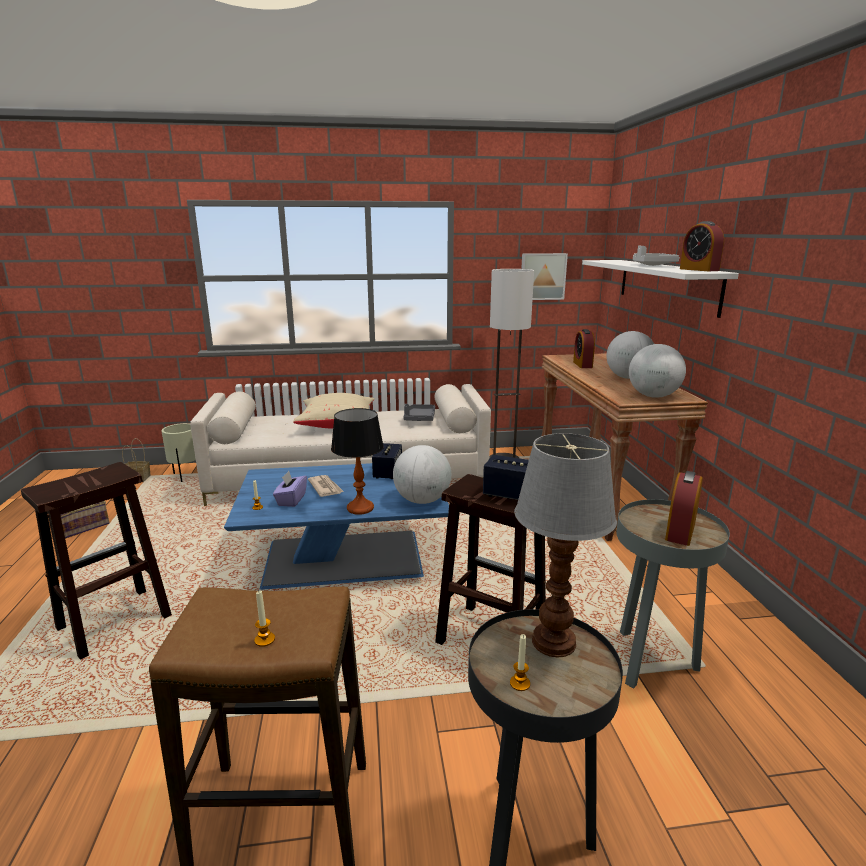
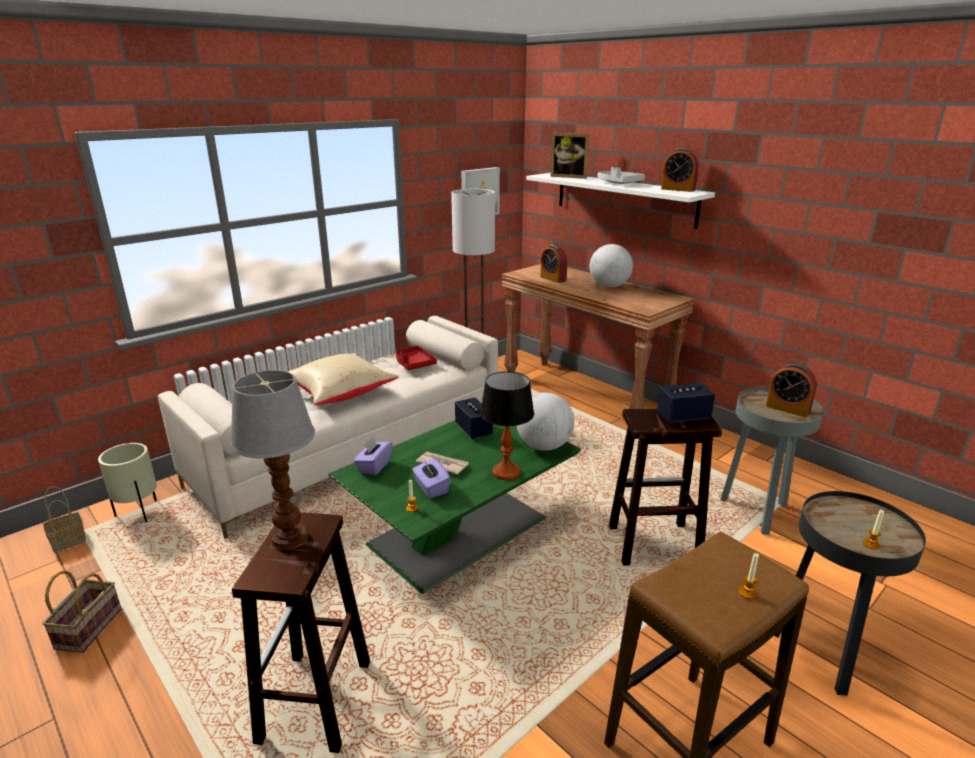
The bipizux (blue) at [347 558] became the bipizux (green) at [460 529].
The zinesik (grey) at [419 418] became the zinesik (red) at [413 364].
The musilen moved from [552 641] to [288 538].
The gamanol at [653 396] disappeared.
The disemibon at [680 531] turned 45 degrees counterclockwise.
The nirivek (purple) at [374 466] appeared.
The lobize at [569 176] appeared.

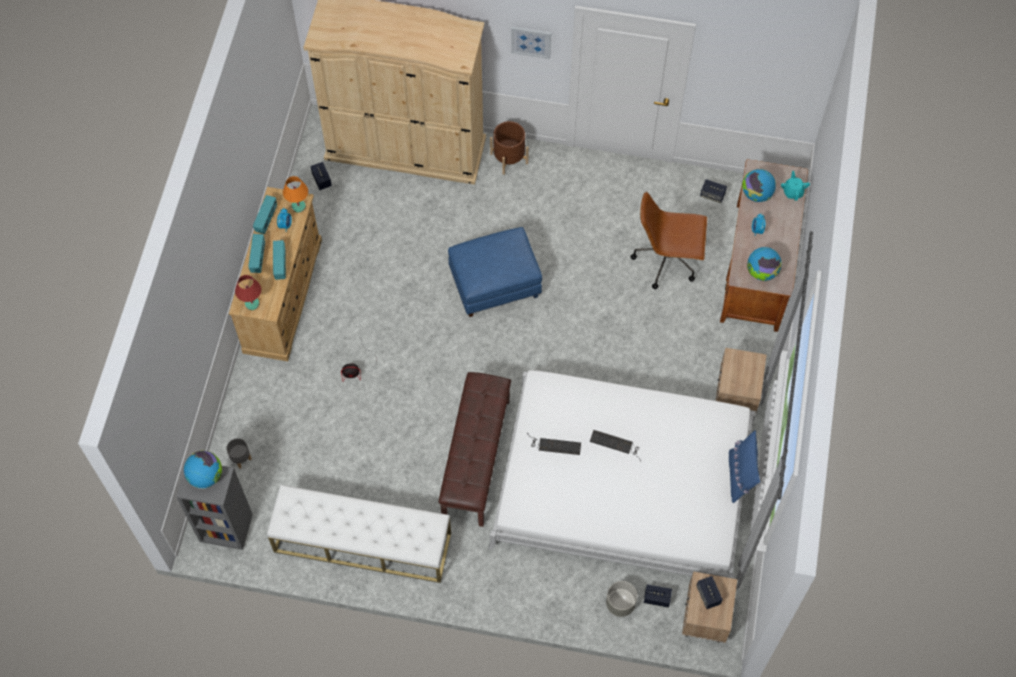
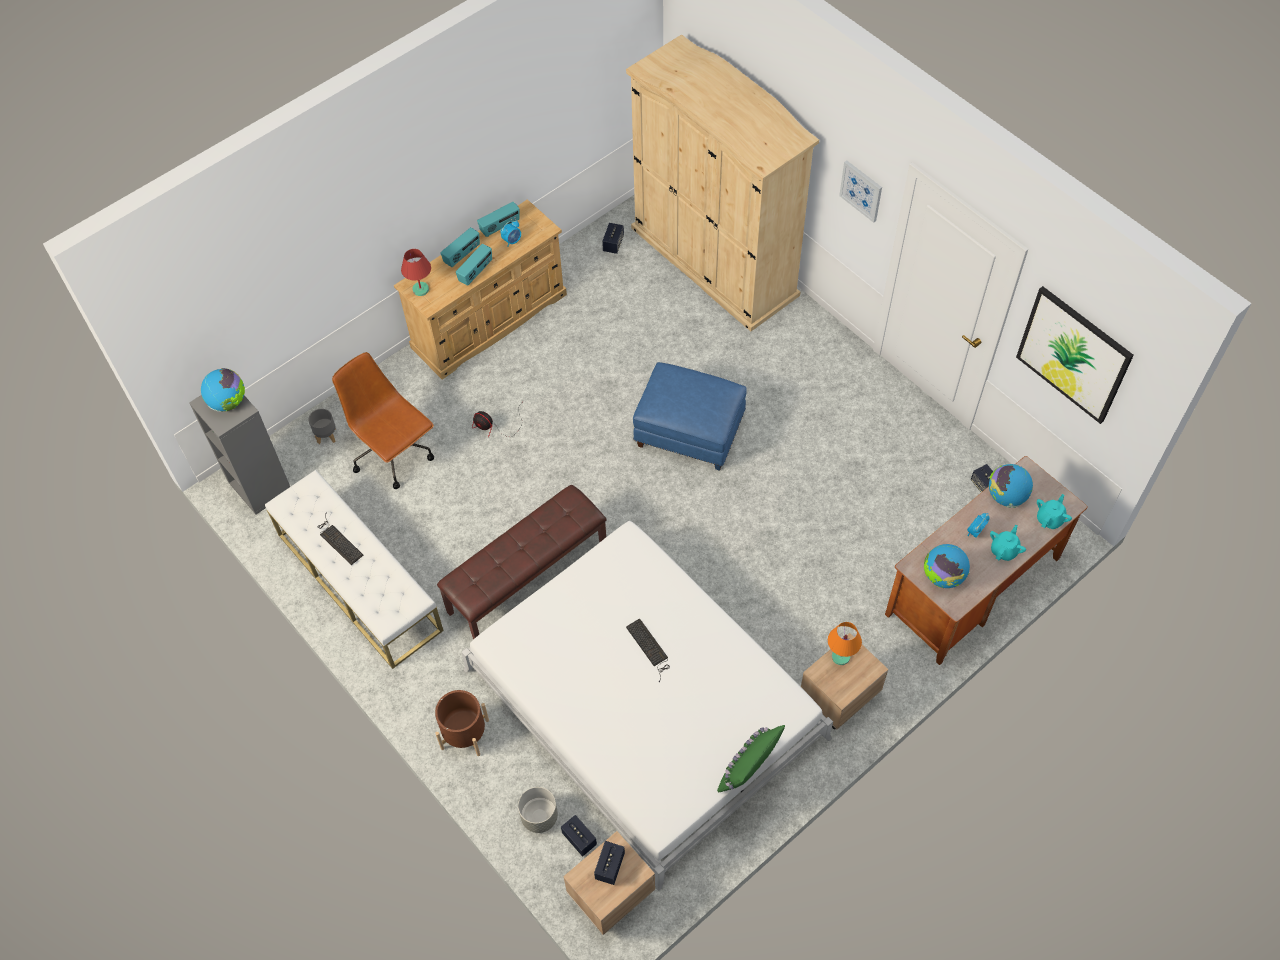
The musilen (orange) moved from [298 206] to [841 656].
The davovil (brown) moved from [509 158] to [465 734].
The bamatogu moved from [554 445] to [338 540].
The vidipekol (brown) moved from [667 260] to [394 455].
The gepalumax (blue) at [740 476] became the gepalumax (green) at [749 771].
The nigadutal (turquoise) at [1004 550] appeared.
The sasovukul at [1073 354] appeared.

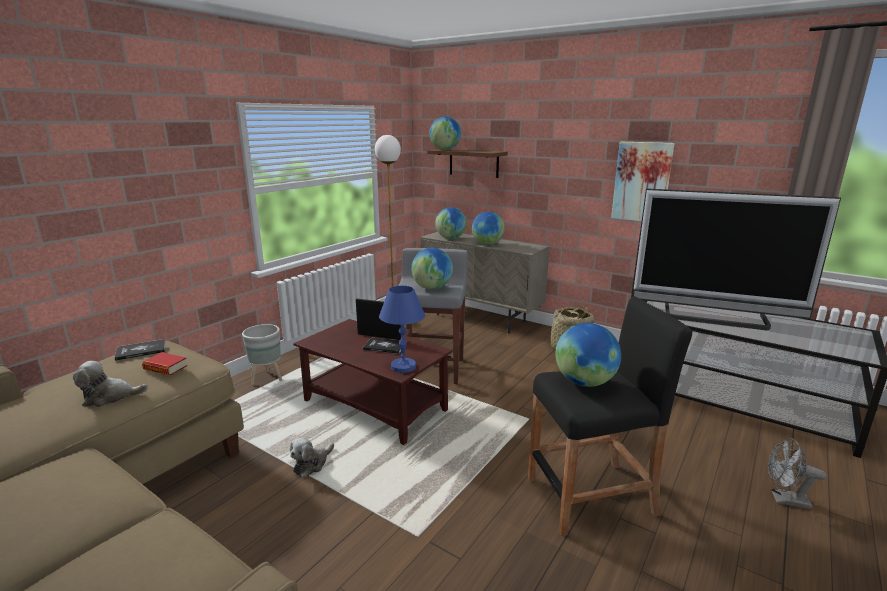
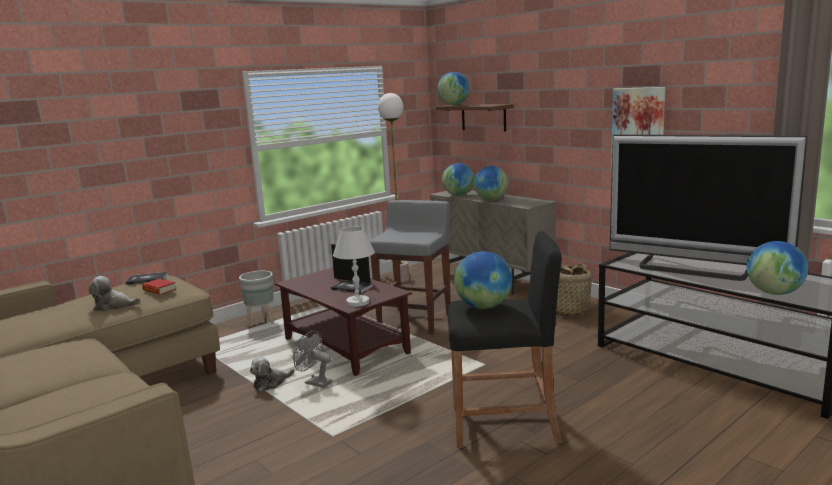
The musilen (blue) at [403 366] became the musilen (white) at [358 302].
The gamanol moved from [432 288] to [774 293].
The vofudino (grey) moved from [784 500] to [314 382].

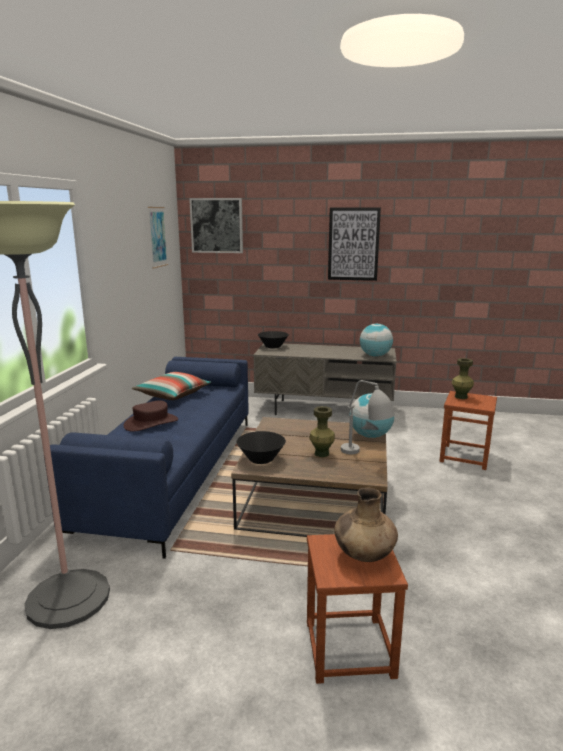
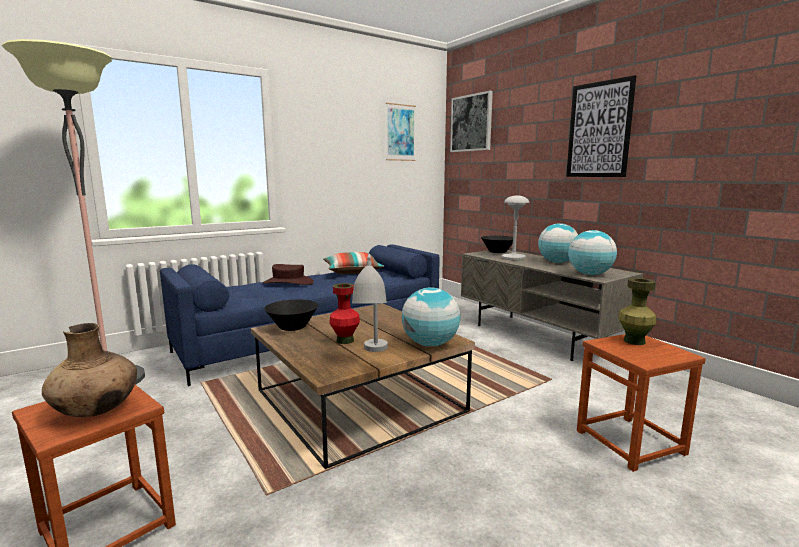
The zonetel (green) at [321 453] became the zonetel (red) at [345 340].
The musilen (grey) at [513 258] appeared.
The gamanol at [557 262] appeared.

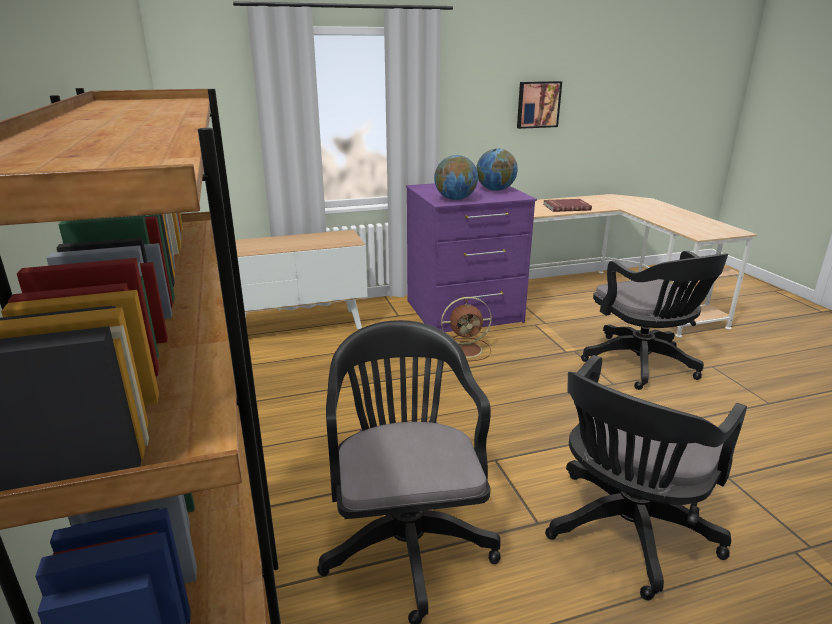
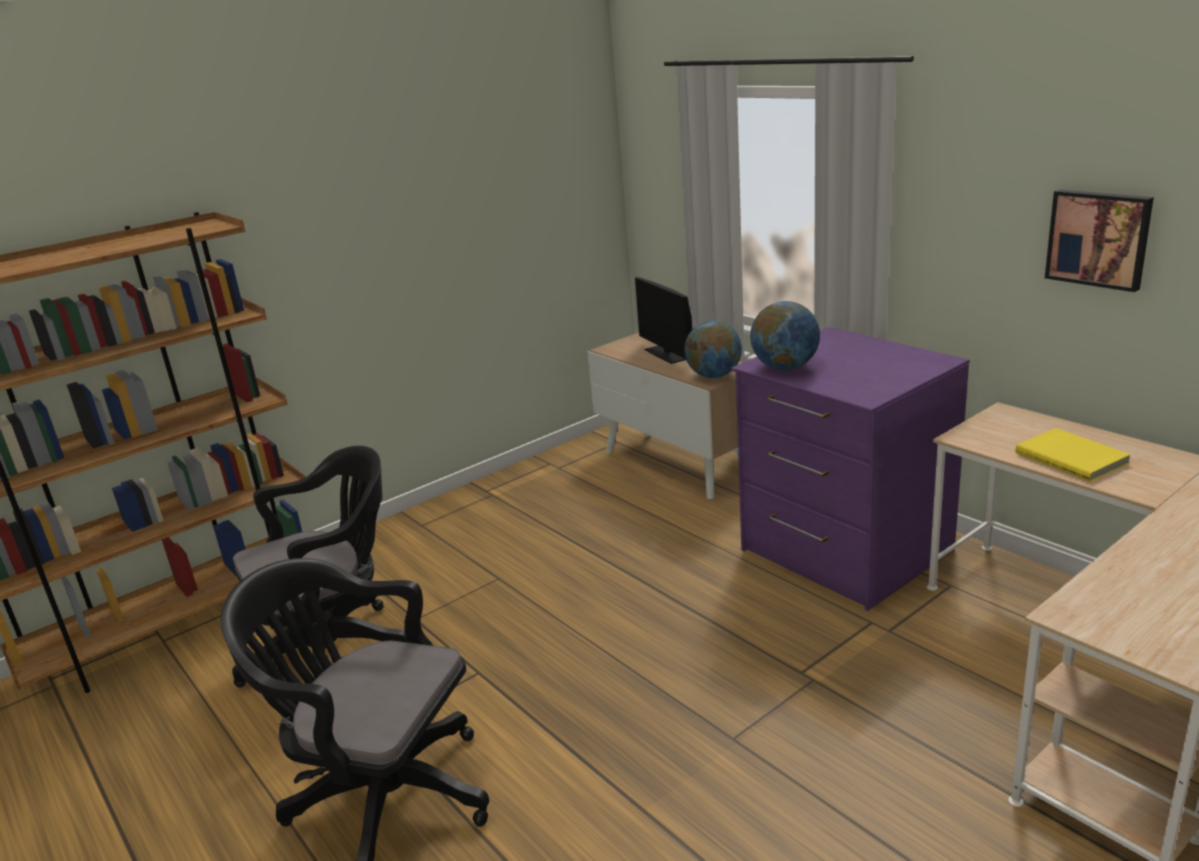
The vofudino (brown) at [466 349] disappeared.
The gamanol moved from [495 190] to [714 375].
The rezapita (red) at [566 207] became the rezapita (yellow) at [1072 457].
The vidipekol (black) at [643 365] disappeared.
The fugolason at [667 354] appeared.

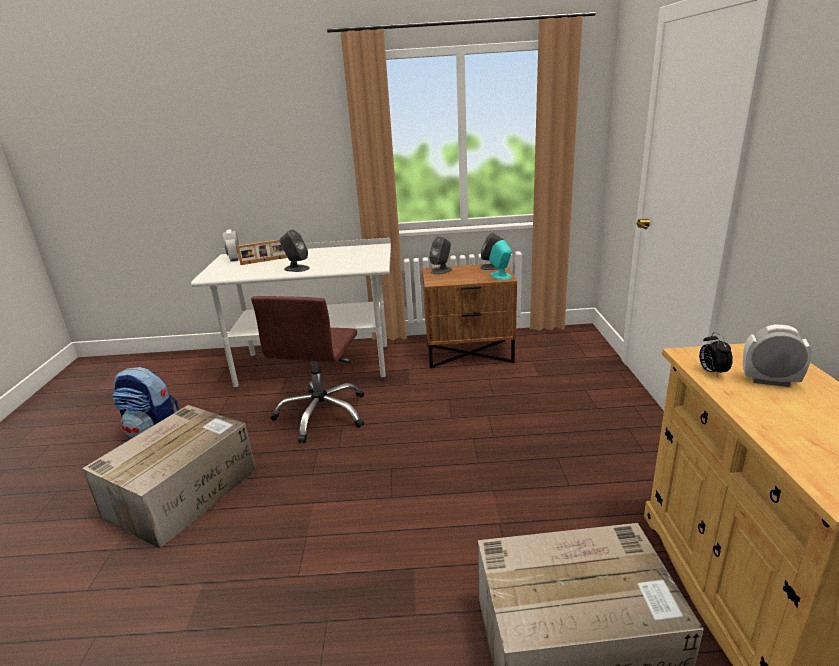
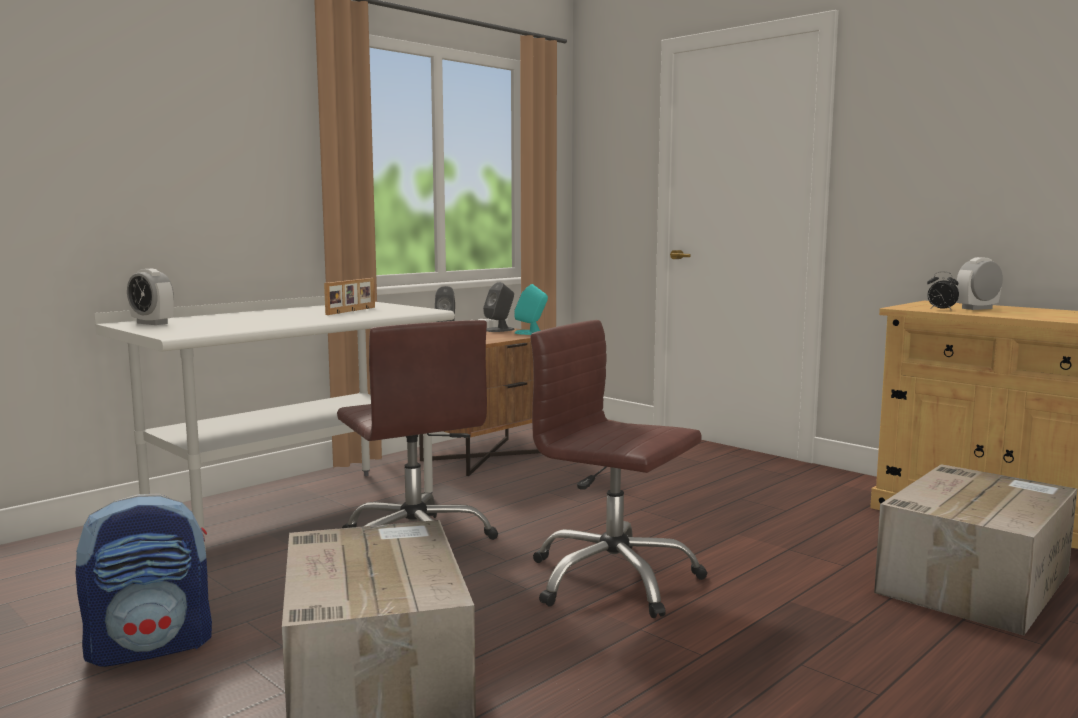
The lobize moved from [265 261] to [352 311].
The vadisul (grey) at [296 268] disappeared.
The vidipekol (brown) at [612 580] appeared.

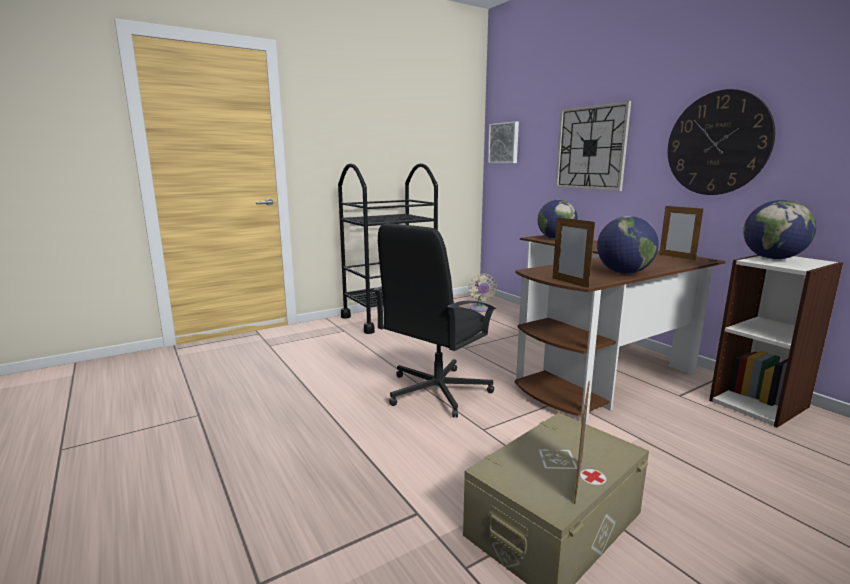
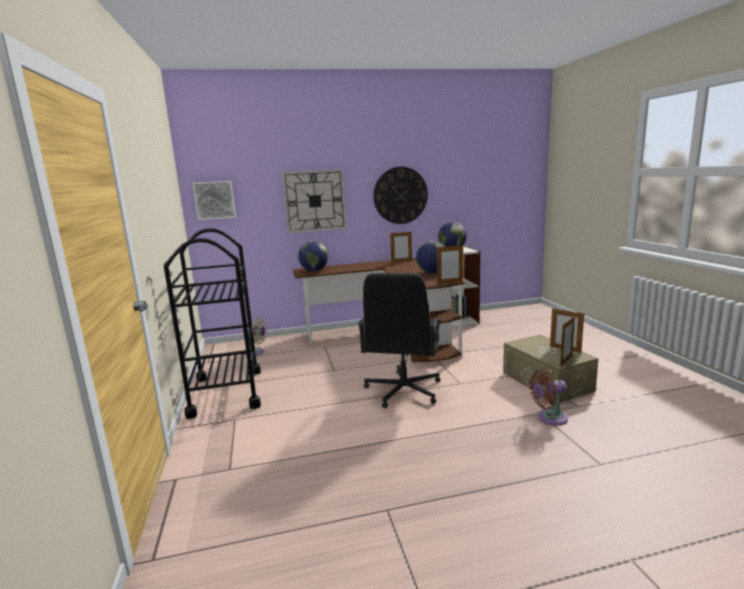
The vidipekol (black) at [436 391] turned 45 degrees clockwise.
The vofudino (brown) at [549 418] appeared.
The lobize at [566 361] appeared.

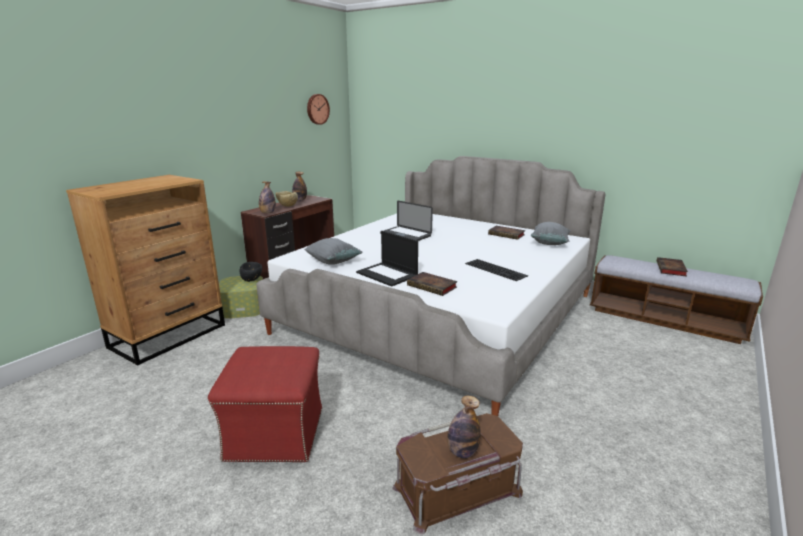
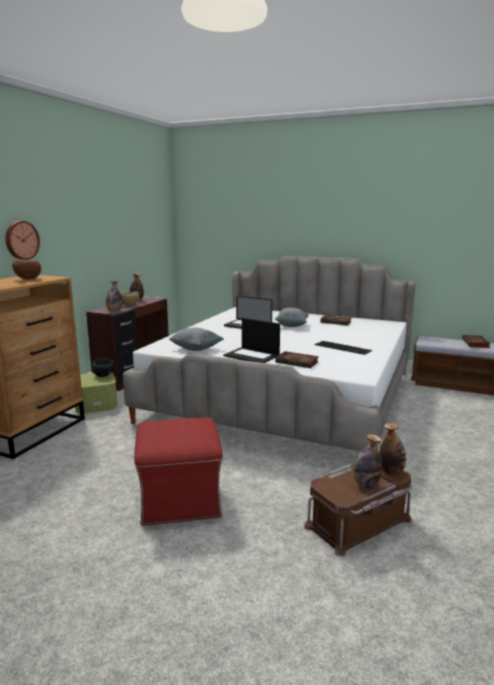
The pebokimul moved from [317 109] to [21 240].
The gepalumax (grey) moved from [549 243] to [292 326].
The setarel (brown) at [27 279] appeared.
The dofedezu at [391 471] appeared.

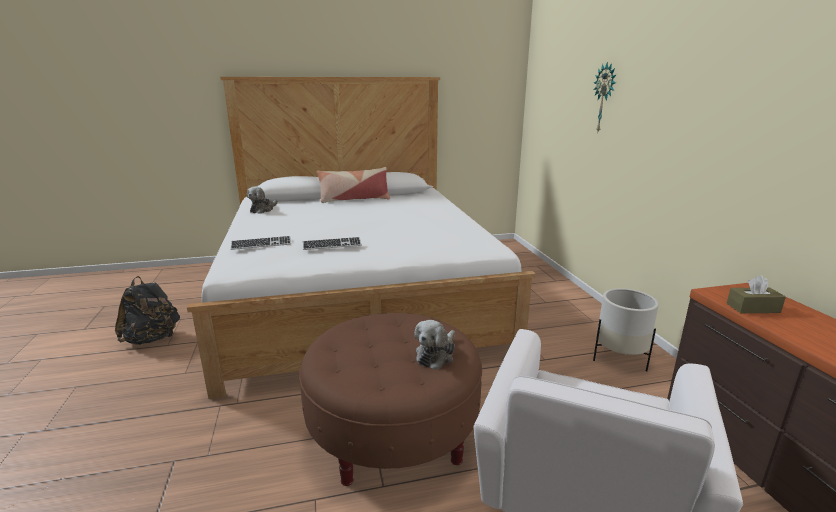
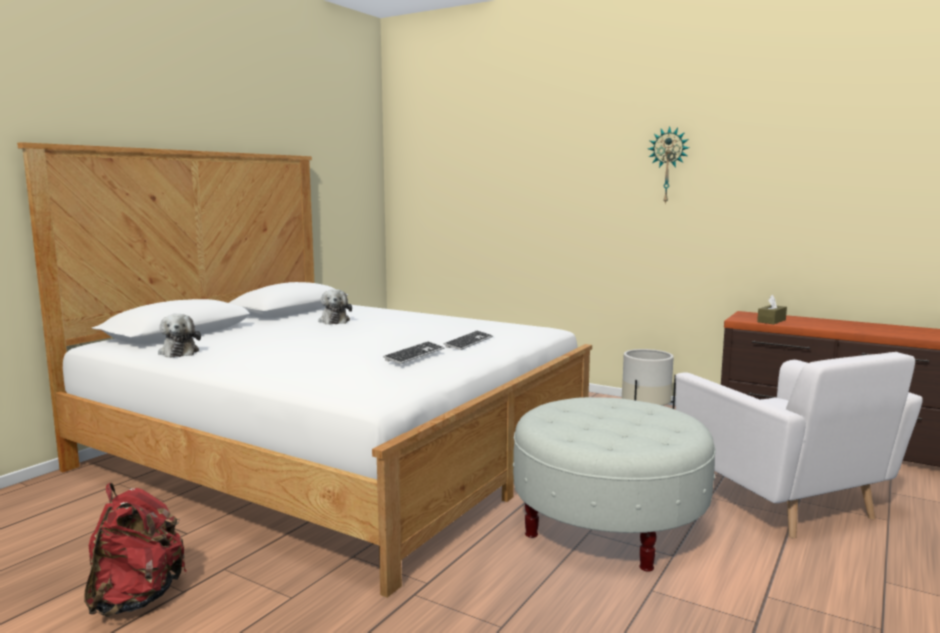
The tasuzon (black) at [152 339] became the tasuzon (red) at [136 599].
The bamatogu moved from [261 244] to [469 342].
The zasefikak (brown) at [393 432] became the zasefikak (white) at [608 525].
The gepalumax at [354 199] disappeared.
The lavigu moved from [436 355] to [334 321].
The pebokimul moved from [605 98] to [668 165].

